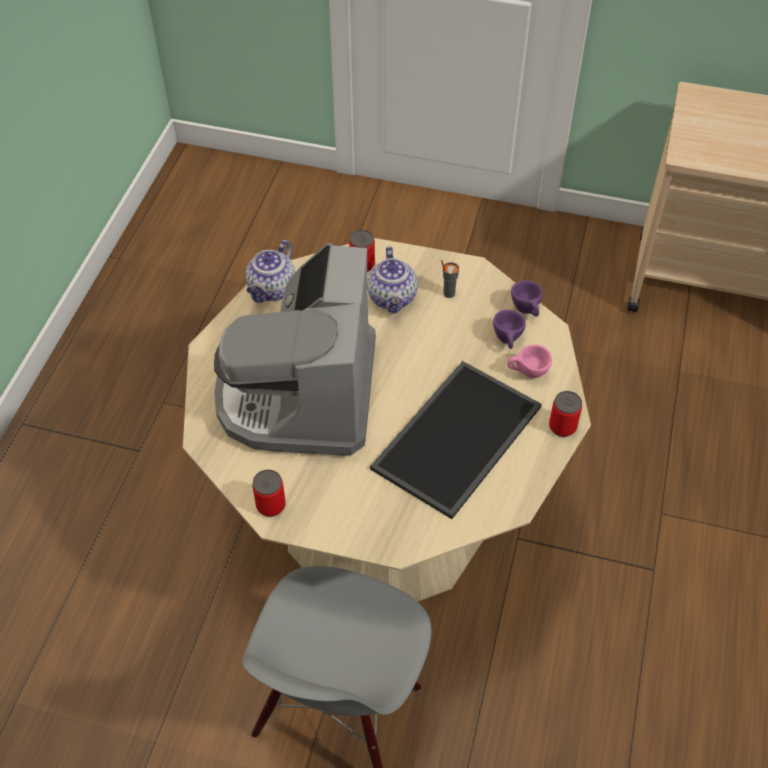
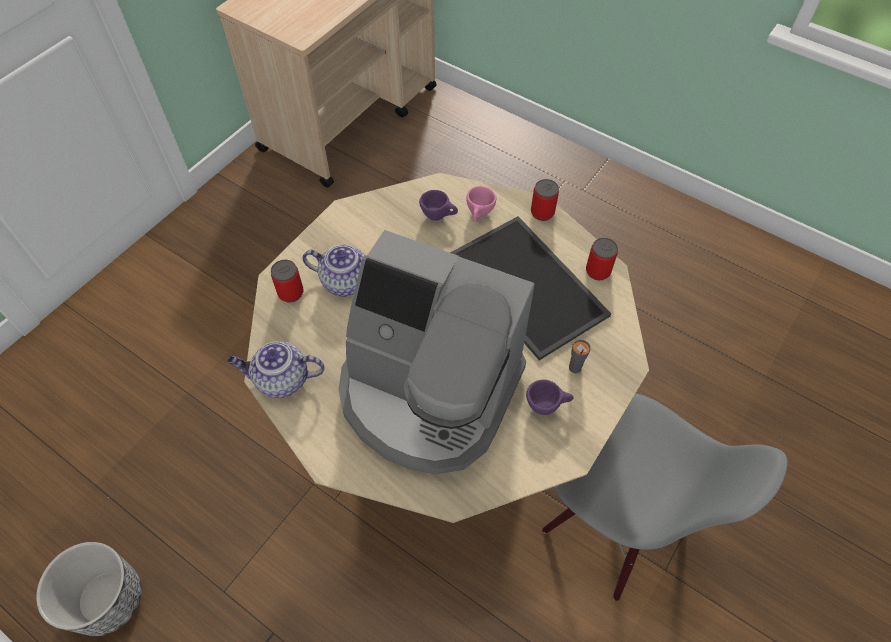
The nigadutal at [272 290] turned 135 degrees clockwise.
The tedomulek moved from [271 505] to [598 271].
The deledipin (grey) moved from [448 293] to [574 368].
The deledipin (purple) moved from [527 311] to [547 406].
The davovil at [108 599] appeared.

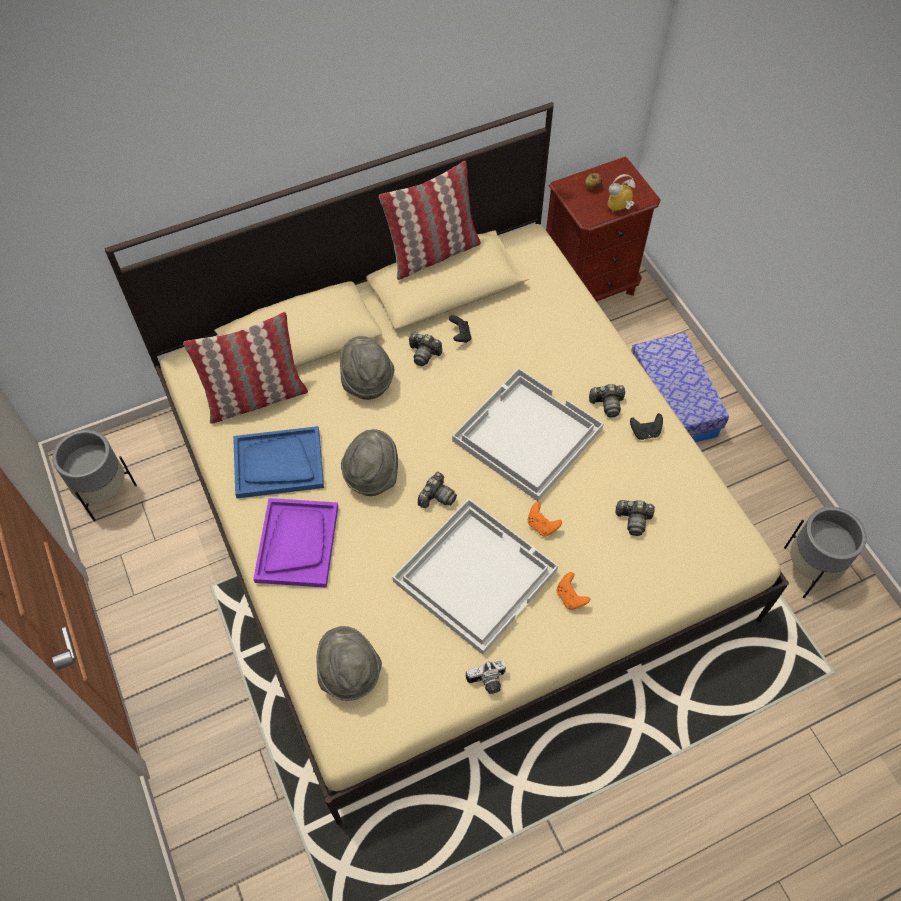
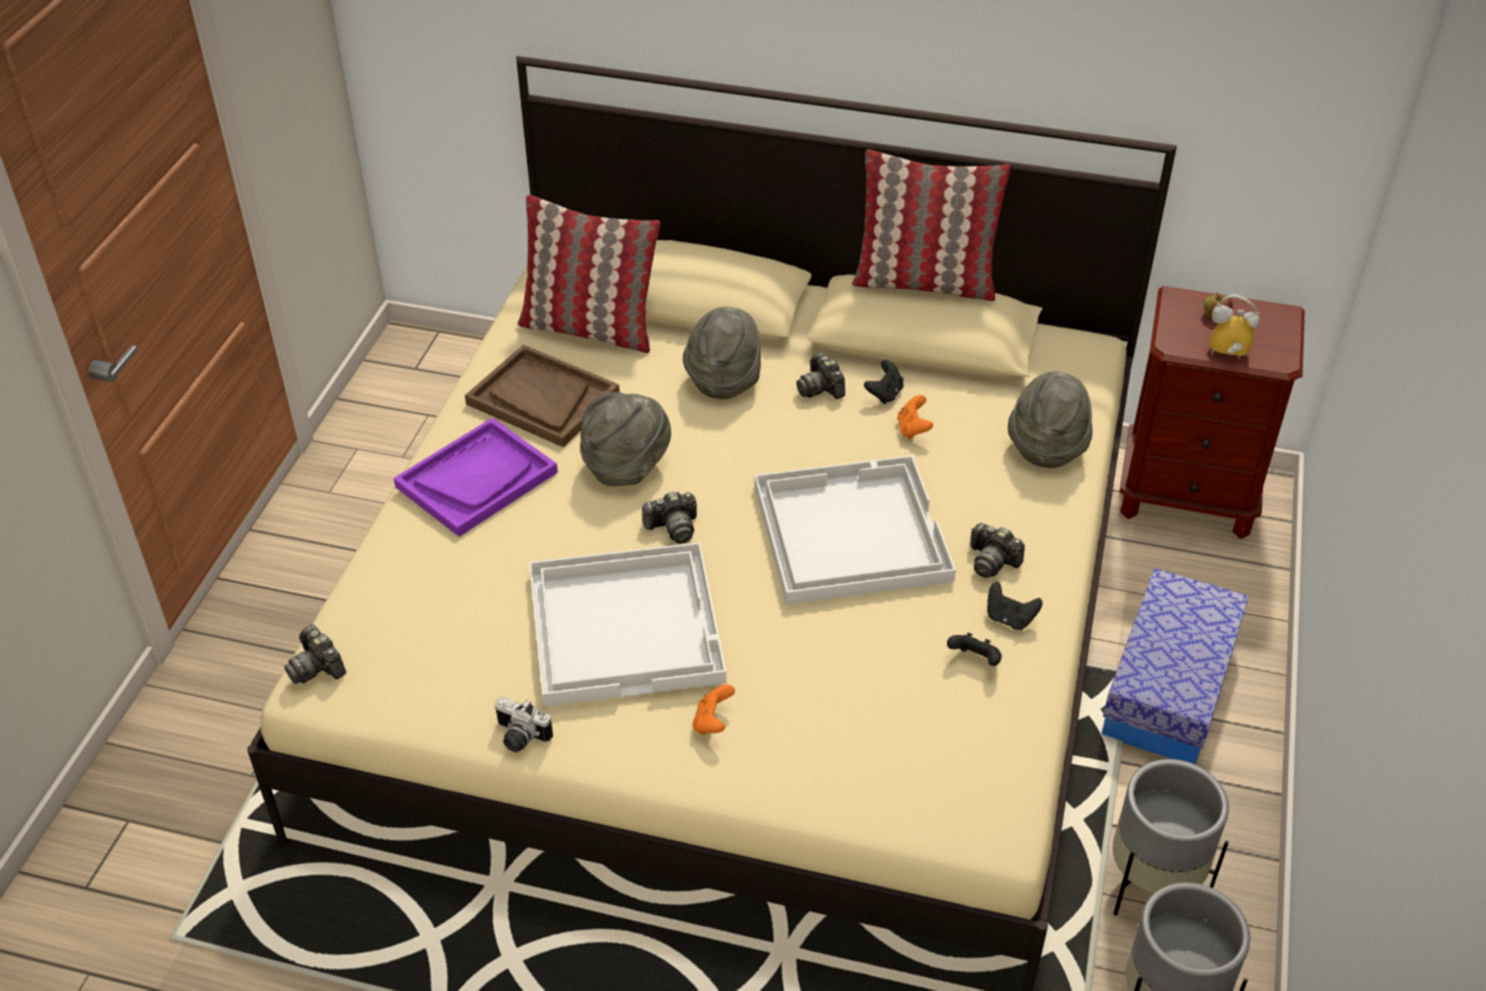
The davovil (grey) moved from [106 494] to [1152 885].
The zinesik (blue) at [278 464] became the zinesik (brown) at [542 399].
The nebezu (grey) moved from [349 673] to [1047 445].
The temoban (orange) moved from [542 525] to [913 429].
The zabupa moved from [633 520] to [317 667].
The temoban (black) at [975 660] appeared.

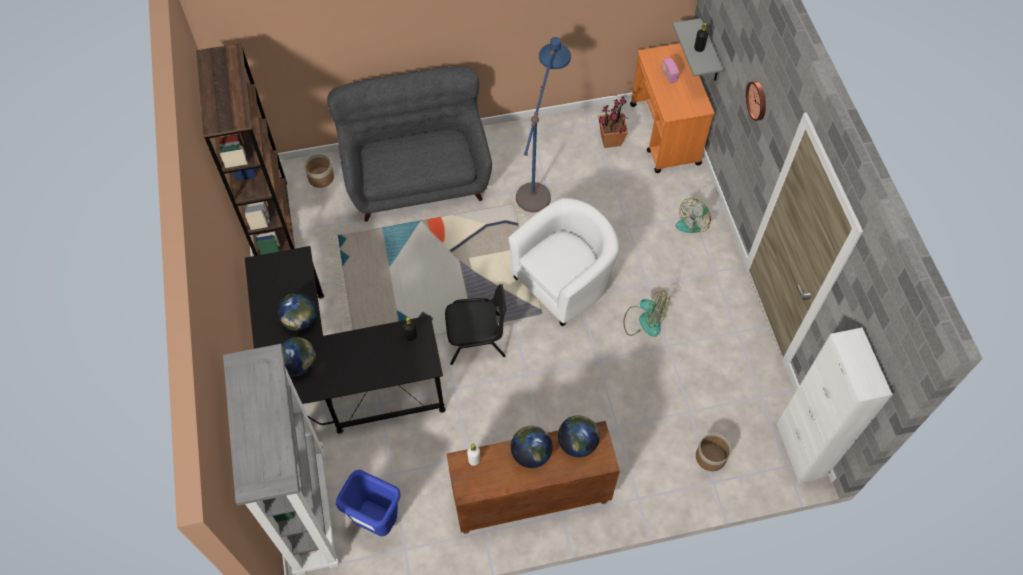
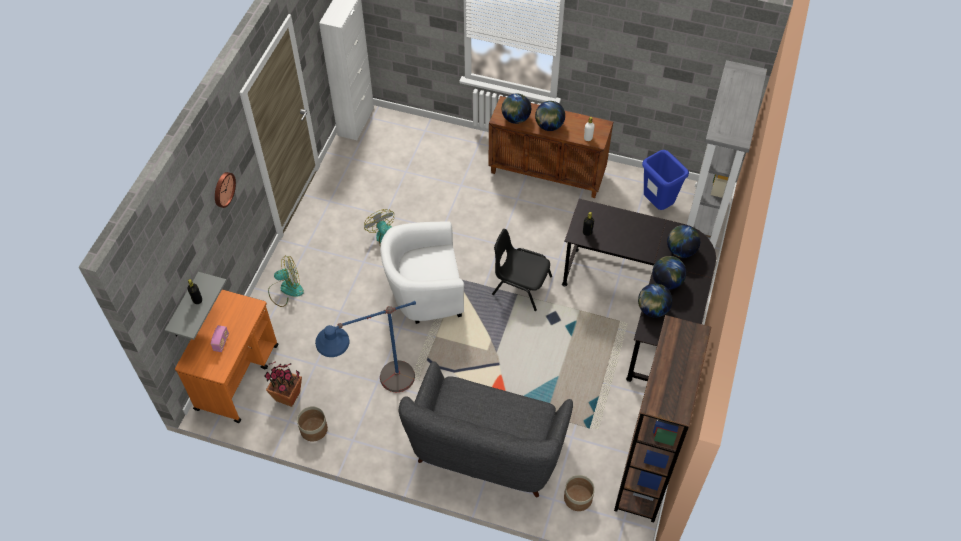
The davovil moved from [711 457] to [313 429].
The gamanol at [652 309] appeared.

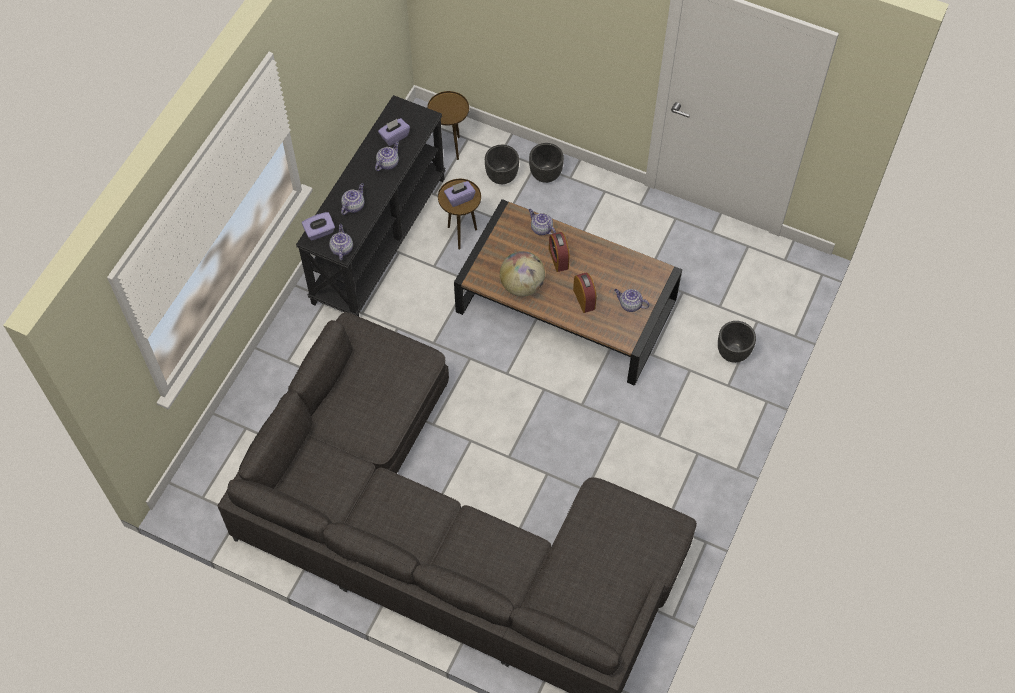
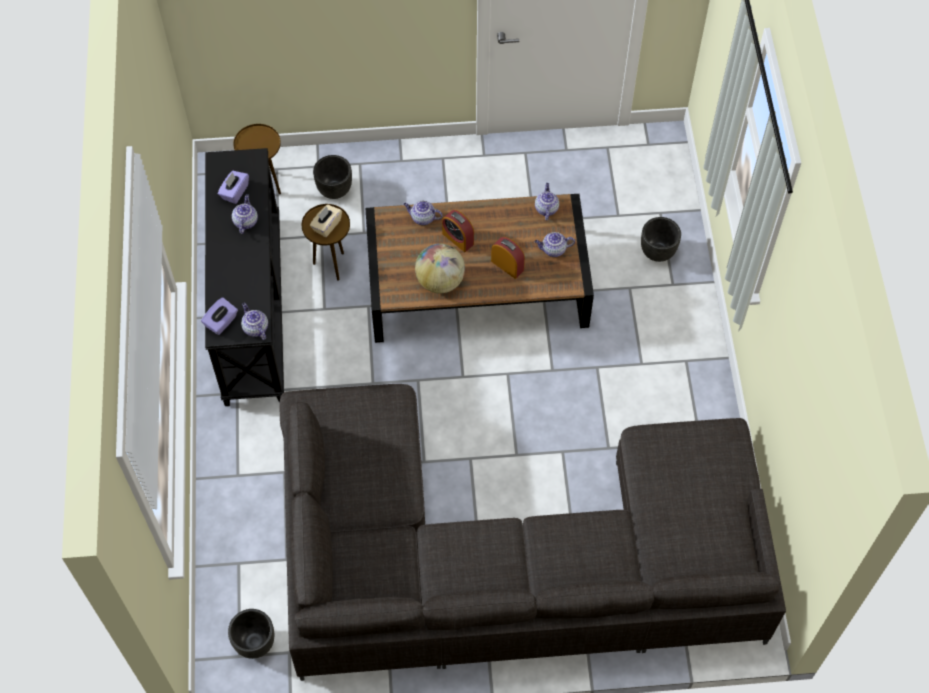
The nigadutal moved from [353 205] to [546 208].
The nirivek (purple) at [459 198] became the nirivek (beige) at [326 225].
The davovil (black) moved from [545 175] to [254 643].

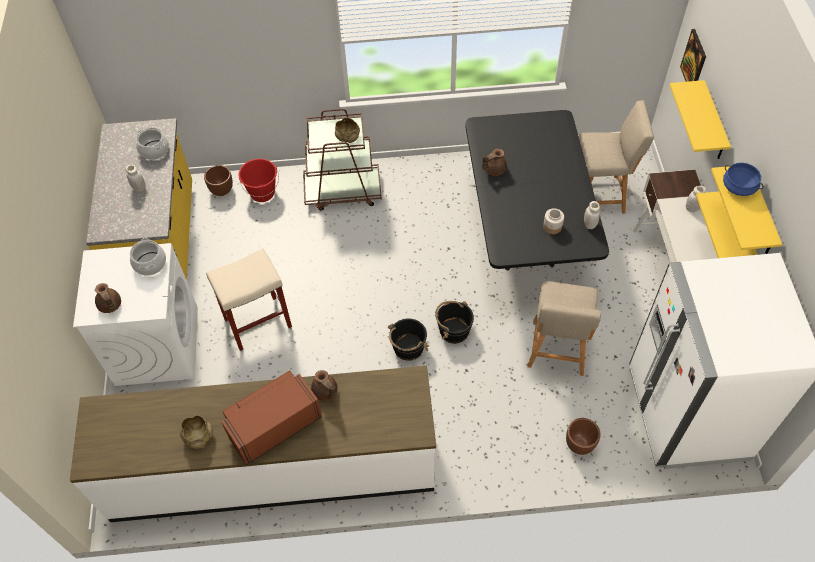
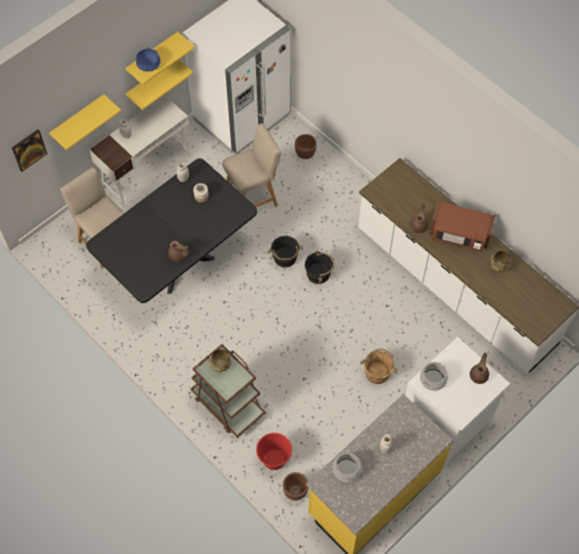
The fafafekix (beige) at [257 323] was replaced by the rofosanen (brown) at [377 372].

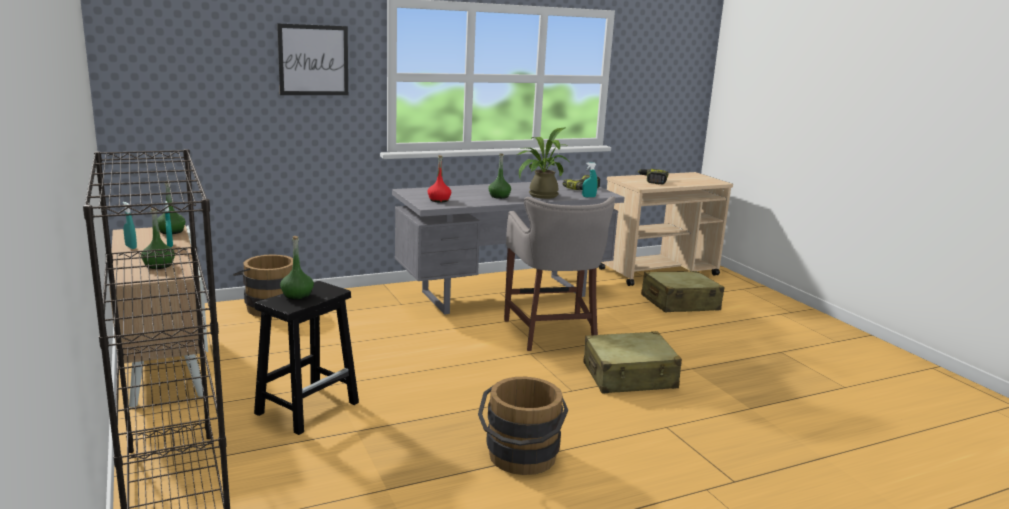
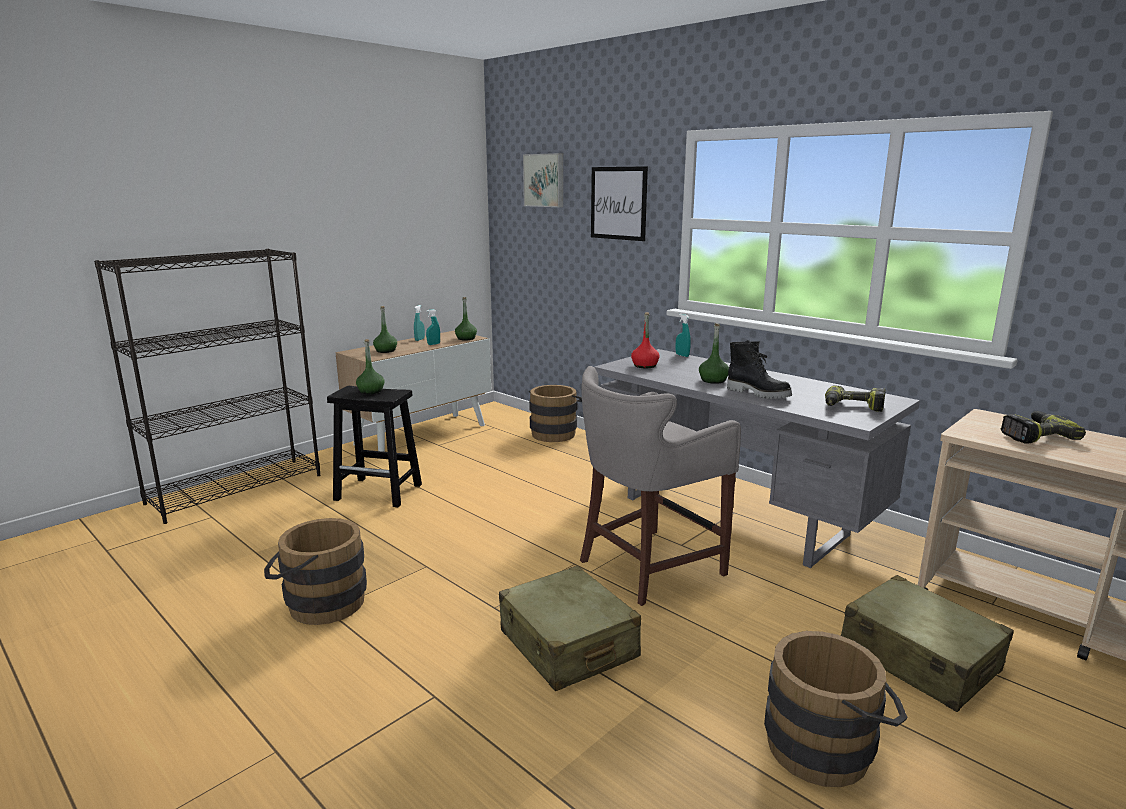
The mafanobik at [539 196] was replaced by the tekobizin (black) at [758 393].
The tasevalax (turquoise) moved from [589 197] to [682 355].
The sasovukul at [545 180] appeared.
The rofosanen (brown) at [827 746] appeared.

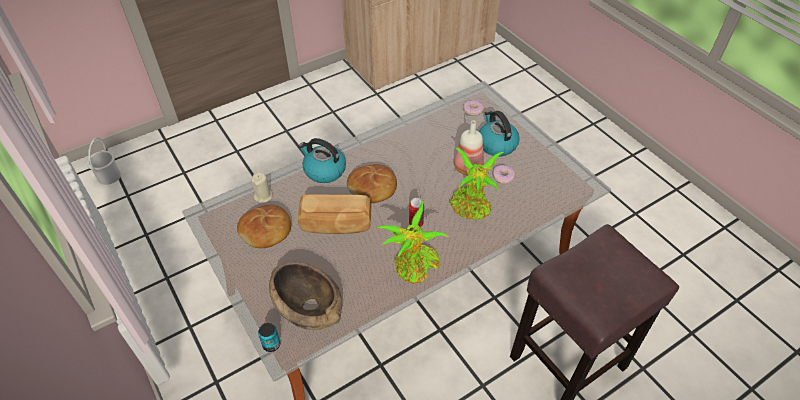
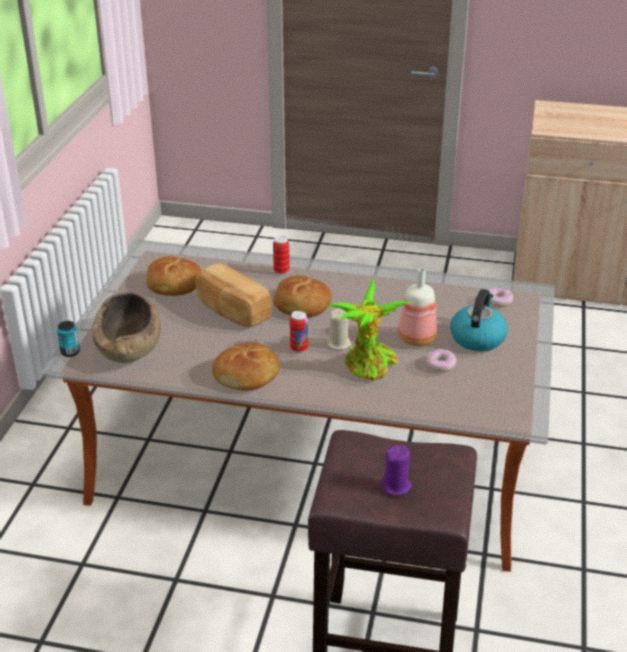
The rofosanen (white) at [108 176] disappeared.
The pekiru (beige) moved from [263 196] to [339 343].
The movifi at [324 170] was replaced by the tedomulek at [281 271].
The mafanobik at [414 268] was replaced by the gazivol at [247 375].
The pekiru (purple) at [396 486] appeared.

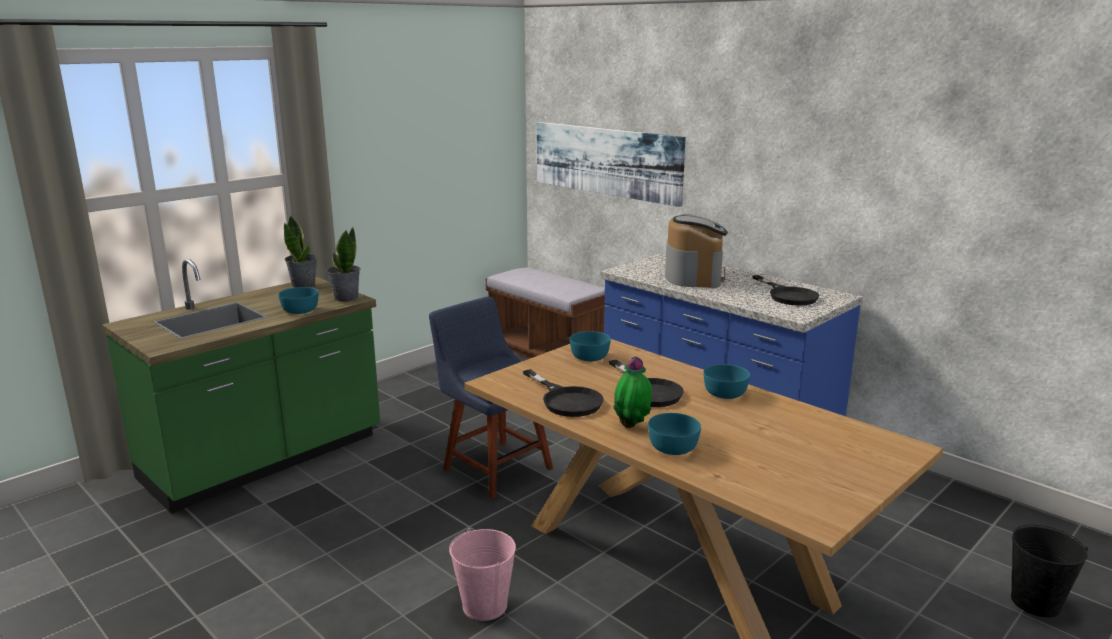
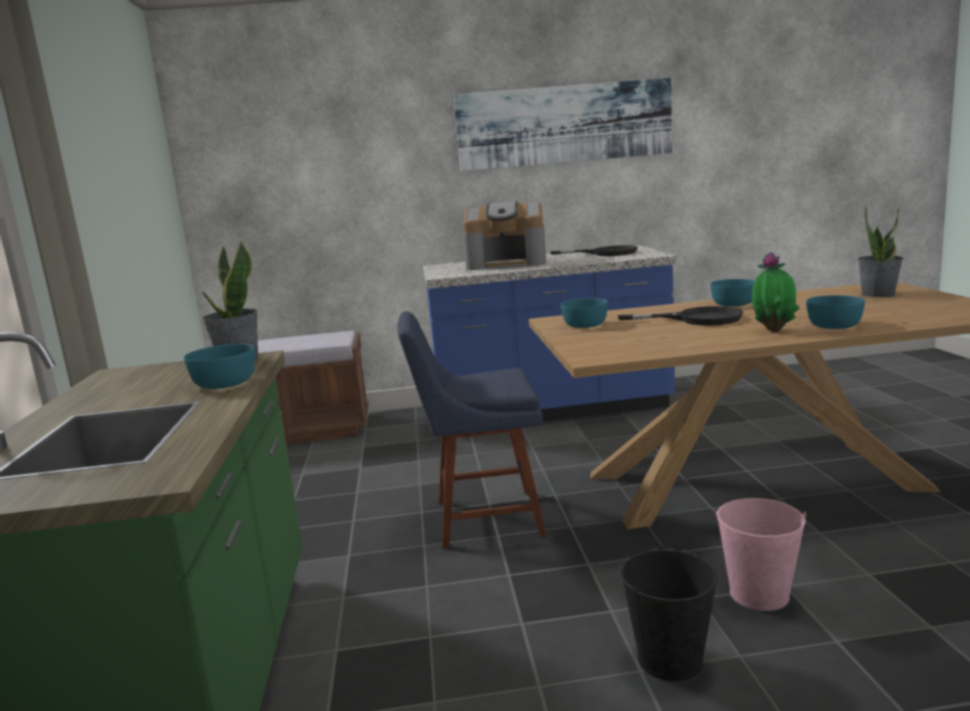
The mafanobik moved from [304 285] to [878 294].
The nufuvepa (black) at [566 400] disappeared.
The sasovukul moved from [606 161] to [564 124].
The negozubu at [694 275] turned 135 degrees clockwise.
The rofosanen (black) moved from [1036 602] to [670 659].

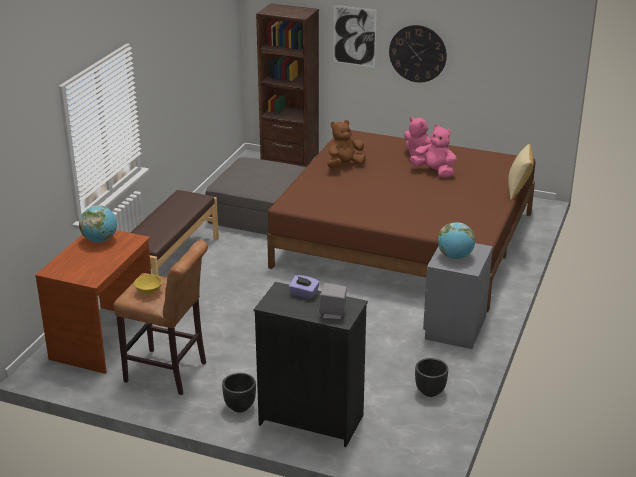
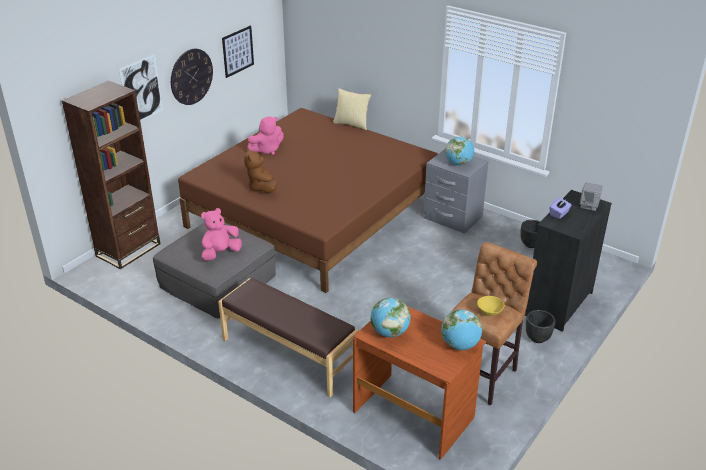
The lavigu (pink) moved from [434 172] to [220 253].
The sasovukul at [238 51] appeared.
The gamanol at [460 345] appeared.

